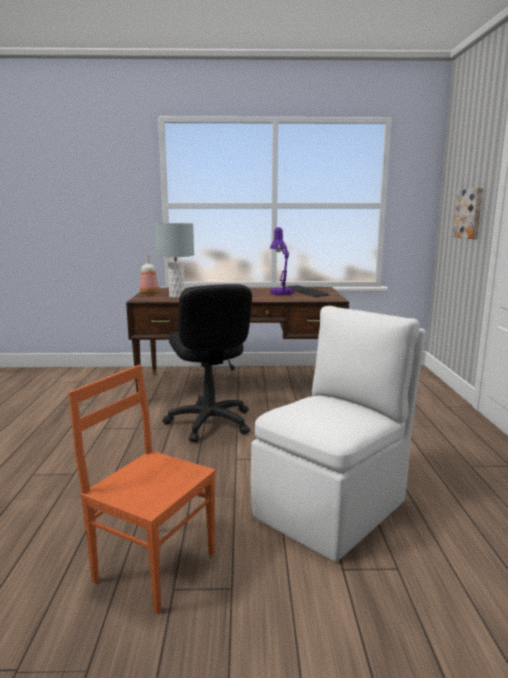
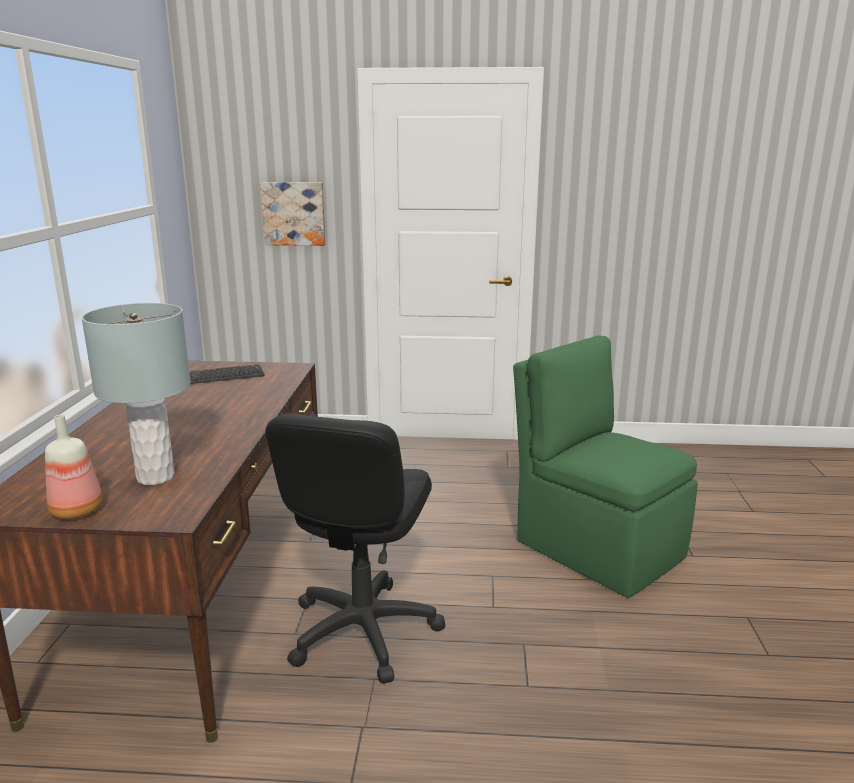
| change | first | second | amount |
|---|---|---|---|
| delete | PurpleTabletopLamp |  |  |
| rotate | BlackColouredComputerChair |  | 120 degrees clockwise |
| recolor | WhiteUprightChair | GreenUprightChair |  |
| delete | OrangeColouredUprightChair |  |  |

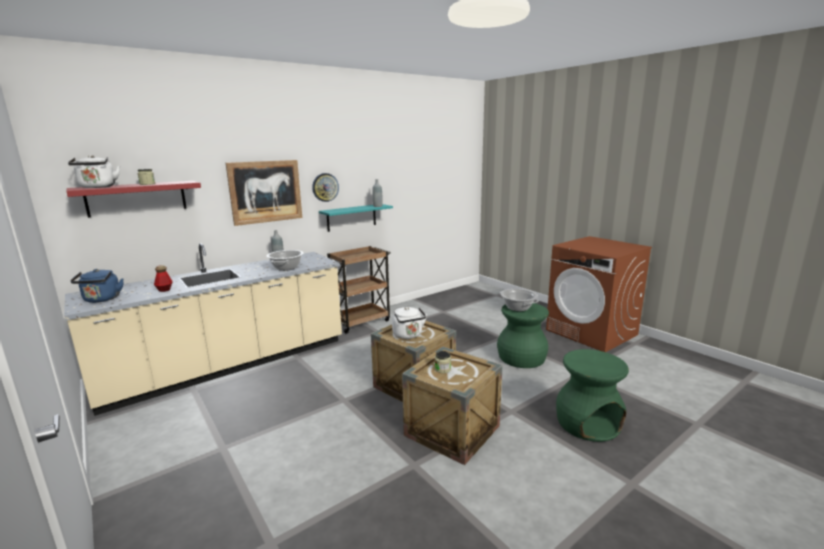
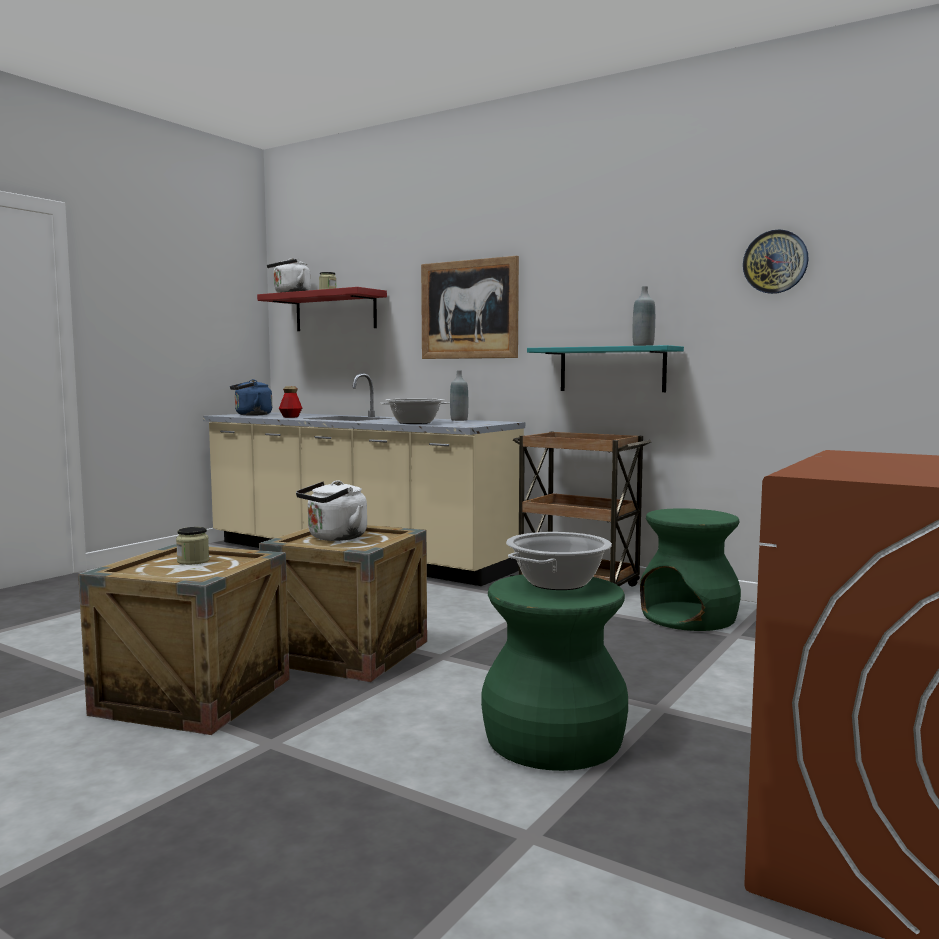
| change | first | second | amount |
|---|---|---|---|
| move | WallClock |  |  |
| move | GreenStool (2nd from left) |  |  |

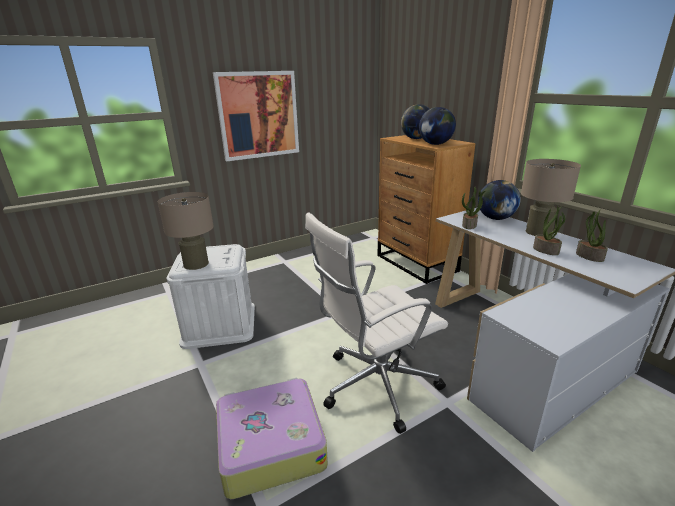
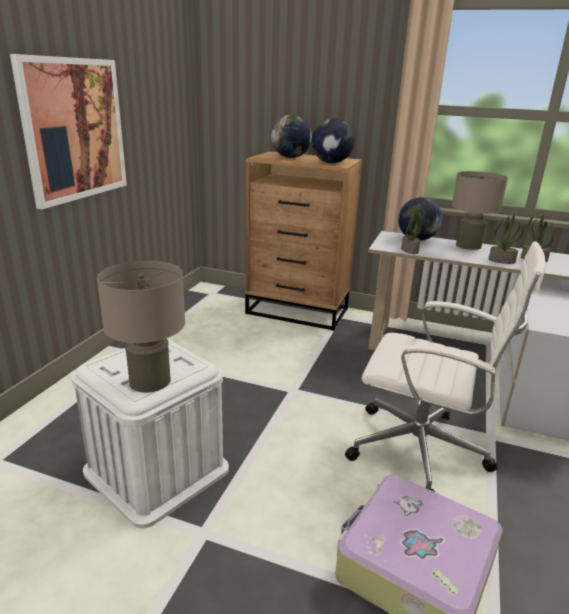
| change | first | second | amount |
|---|---|---|---|
| rotate | WhiteComputerChair |  | 90 degrees counterclockwise |

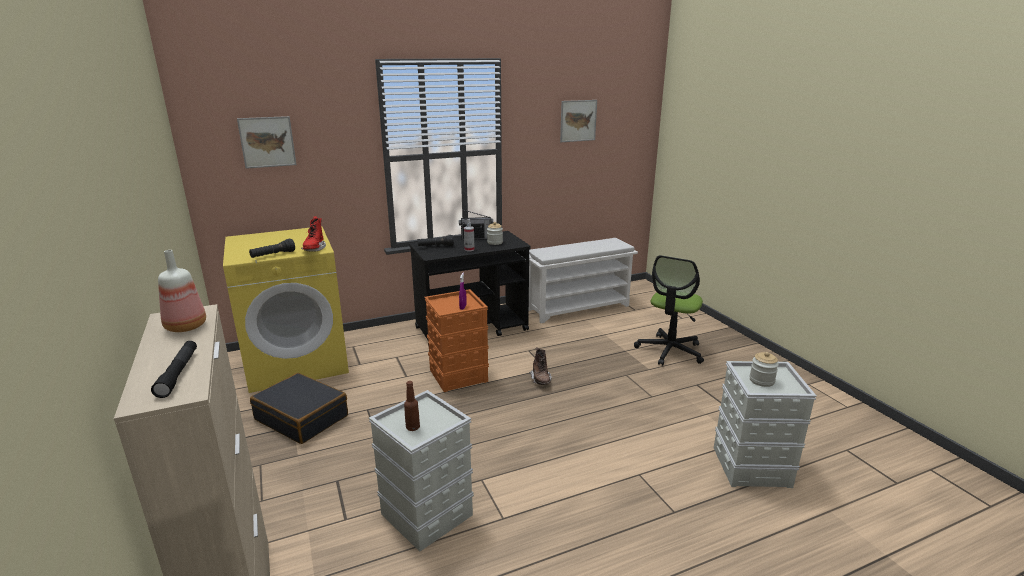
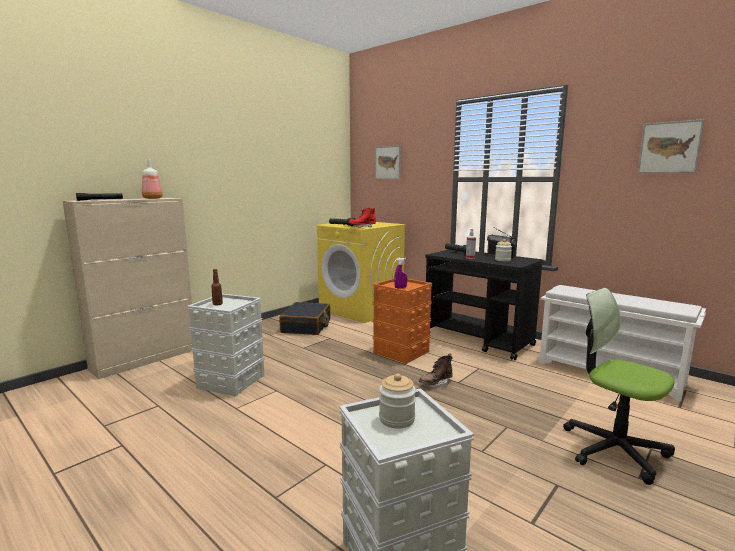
| change | first | second | amount |
|---|---|---|---|
| rotate | ComputerChair |  | 45 degrees clockwise |

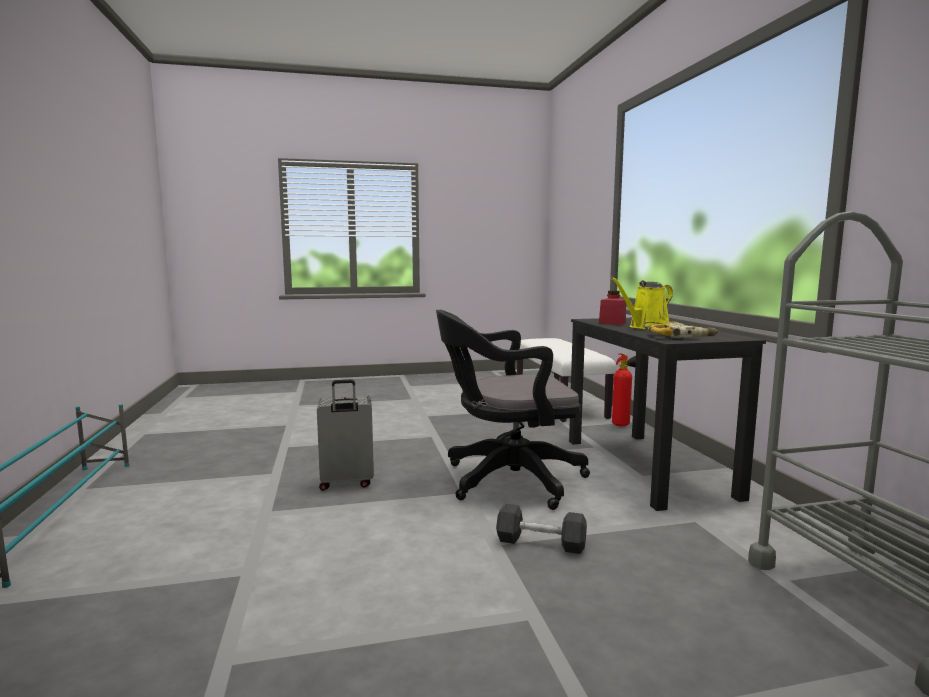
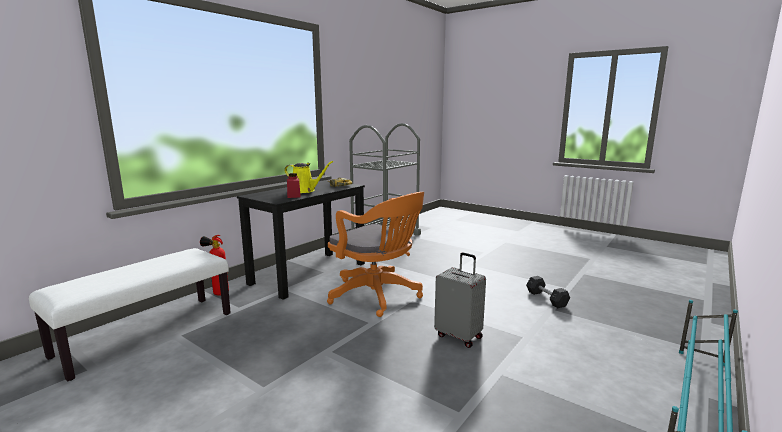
| change | first | second | amount |
|---|---|---|---|
| recolor | BlackColouredComputerChair | OrangeColouredComputerChair |  |
| move | GrayDumbbell |  |  |

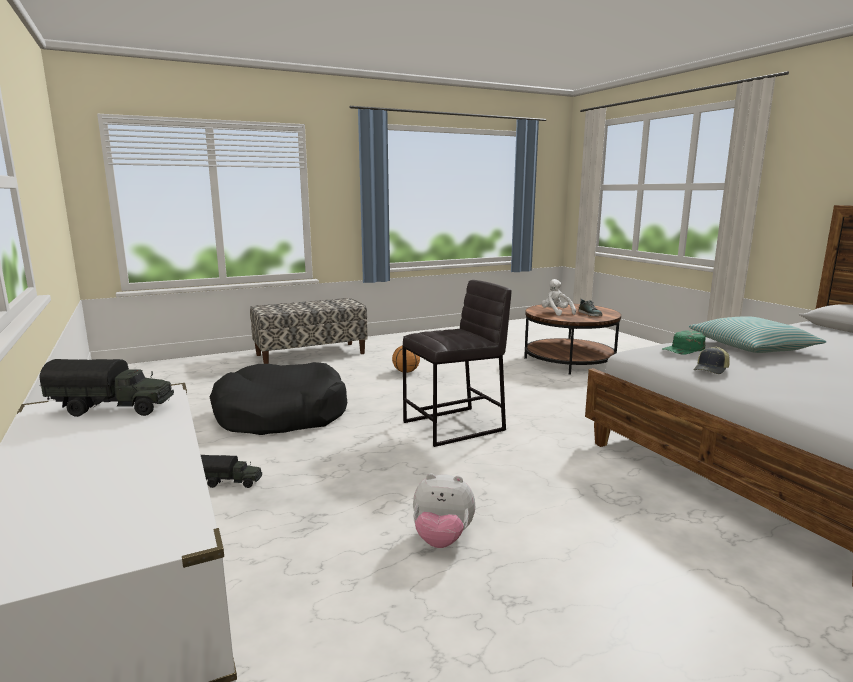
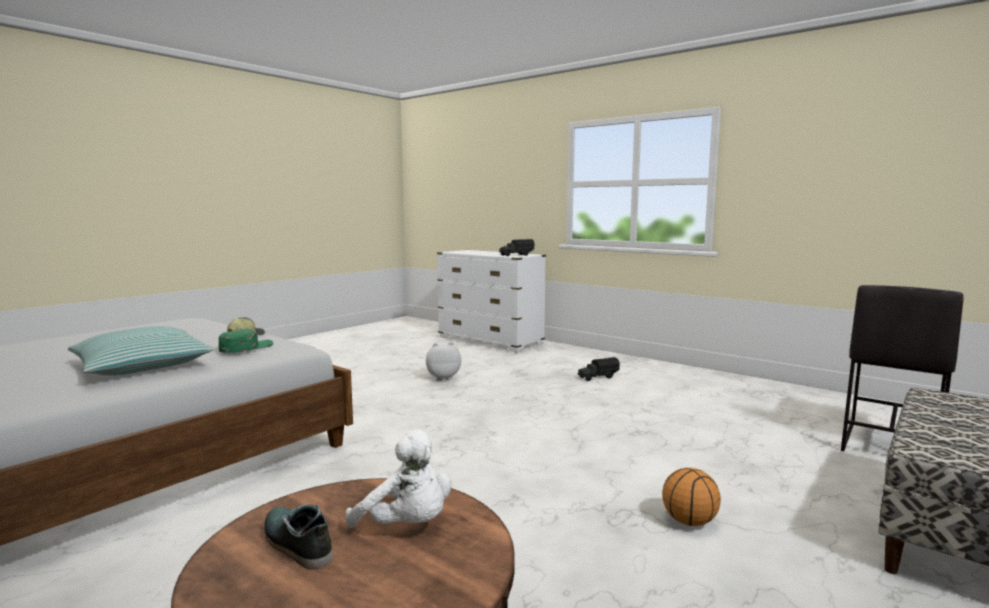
| change | first | second | amount |
|---|---|---|---|
| move | GrayStool |  |  |
| delete | BlackColouredDogCushion |  |  |

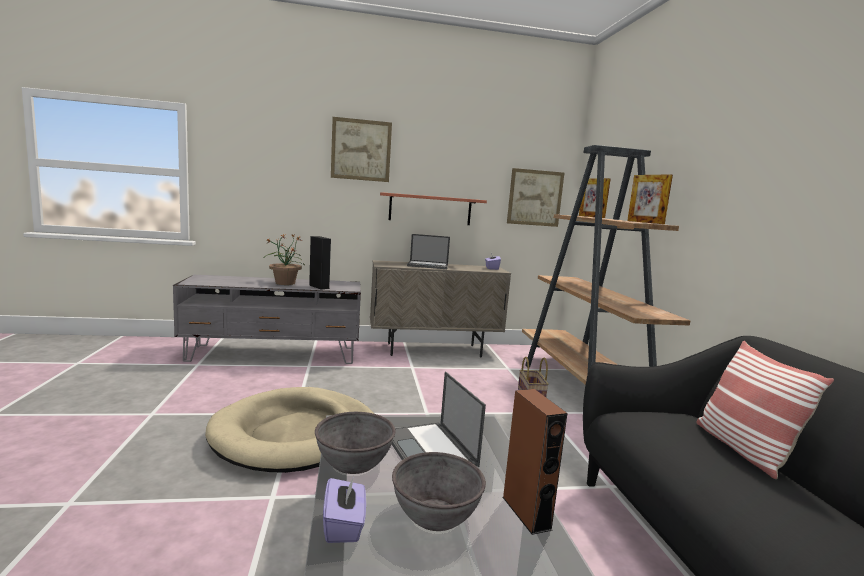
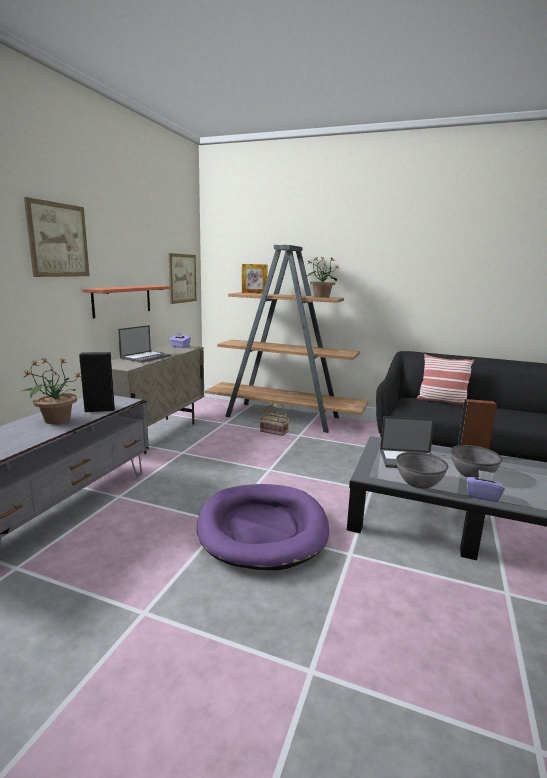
| change | first | second | amount |
|---|---|---|---|
| replace | PictureFrame (2nd from left) | PlantInAPot (2nd from left) |  |
| recolor | BeigeColouredDogCushion | PurpleDogCushion |  |

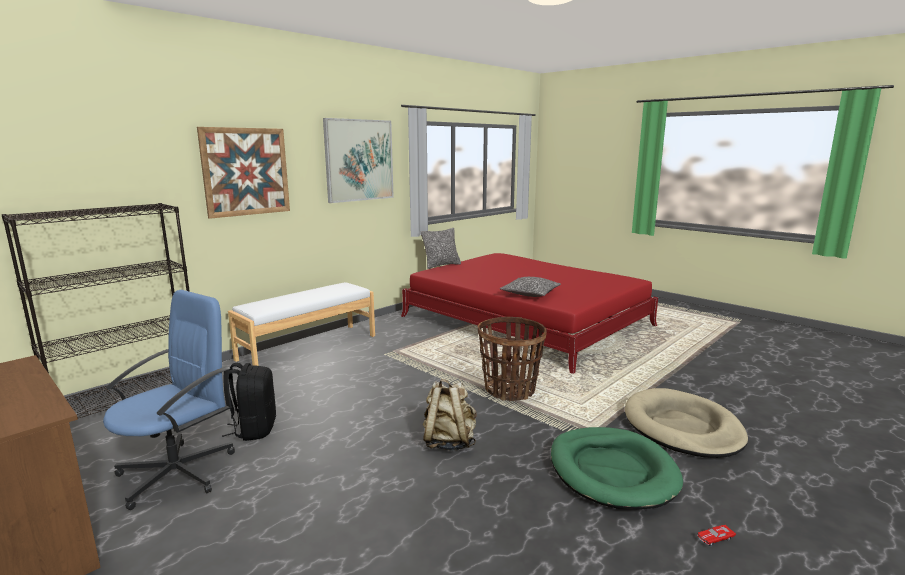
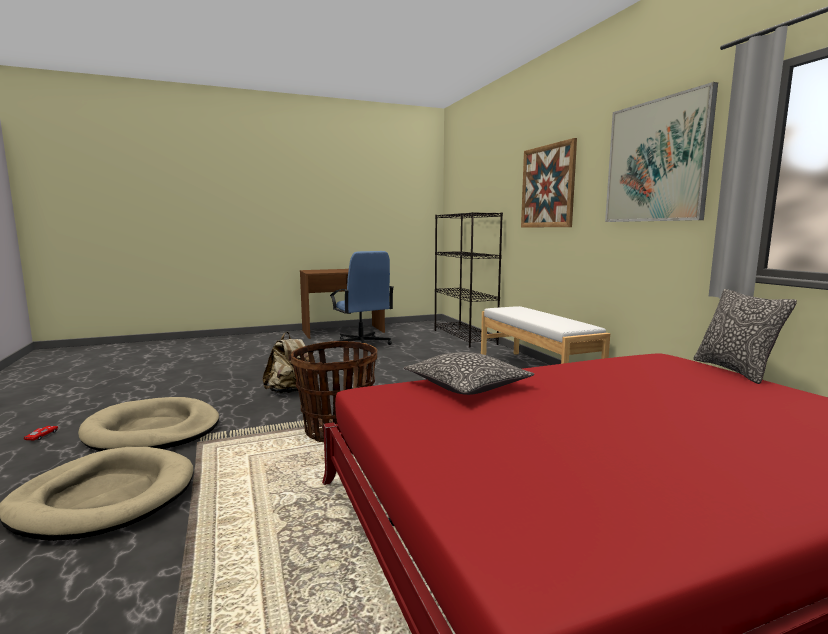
| change | first | second | amount |
|---|---|---|---|
| delete | BlackColouredRucksack |  |  |
| recolor | GreenDogCushion | BeigeColouredDogCushion (2nd from left) |  |

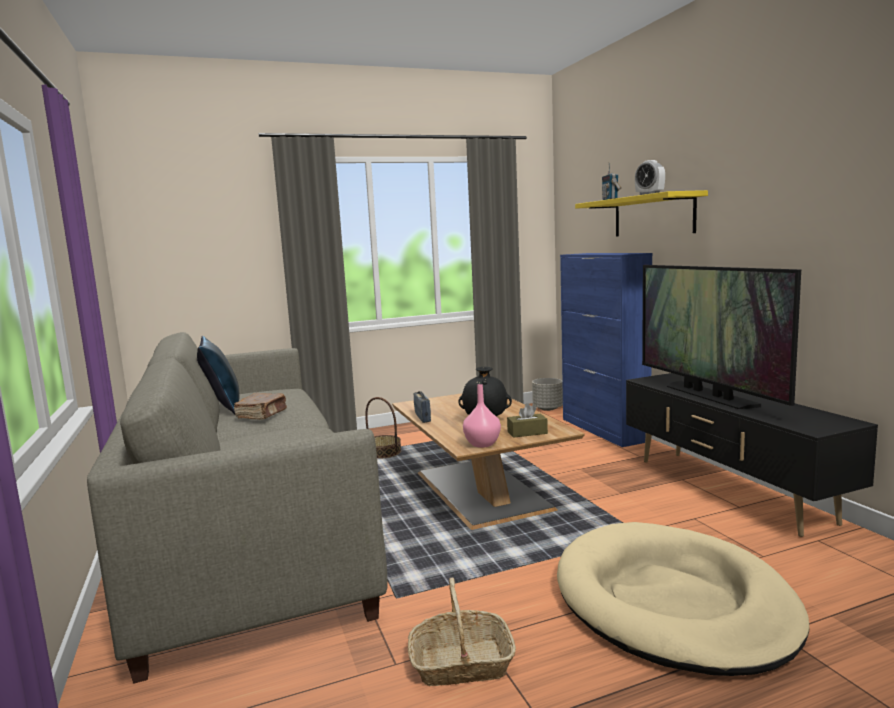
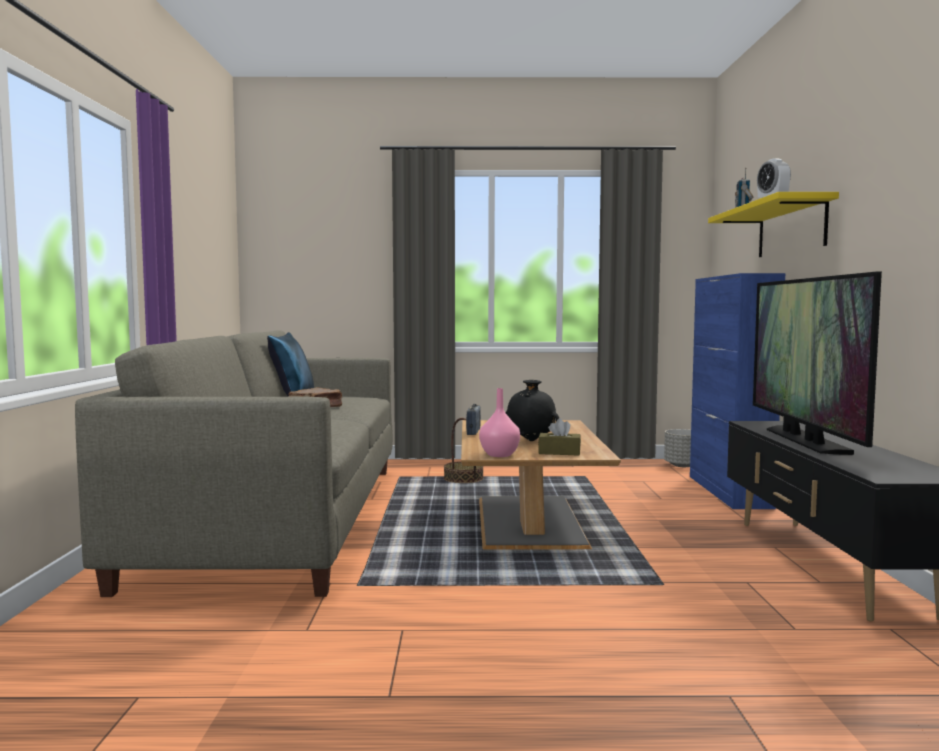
| change | first | second | amount |
|---|---|---|---|
| delete | BeigeColouredDogCushion |  |  |
| delete | StorageBasket (2nd from left) |  |  |

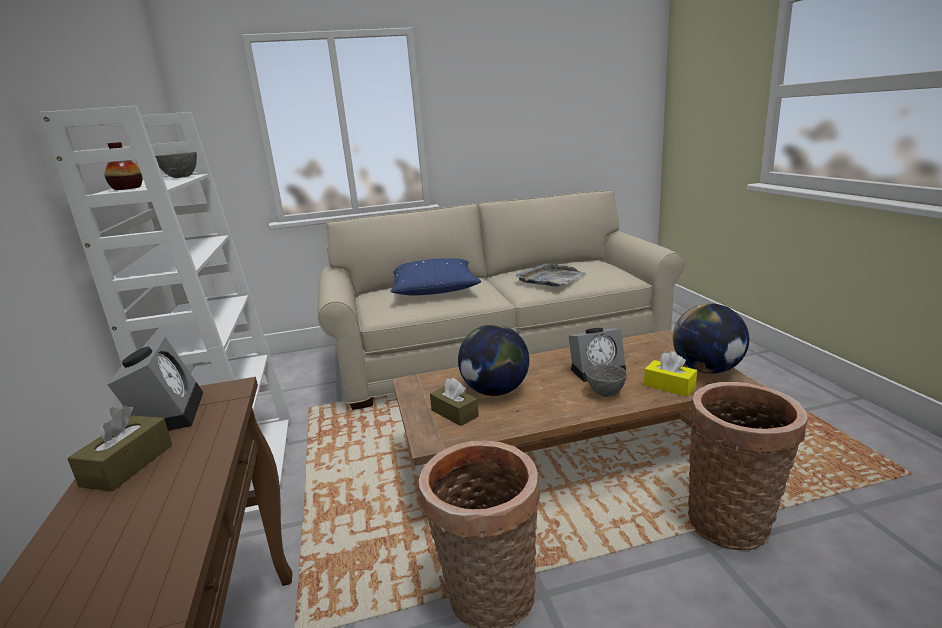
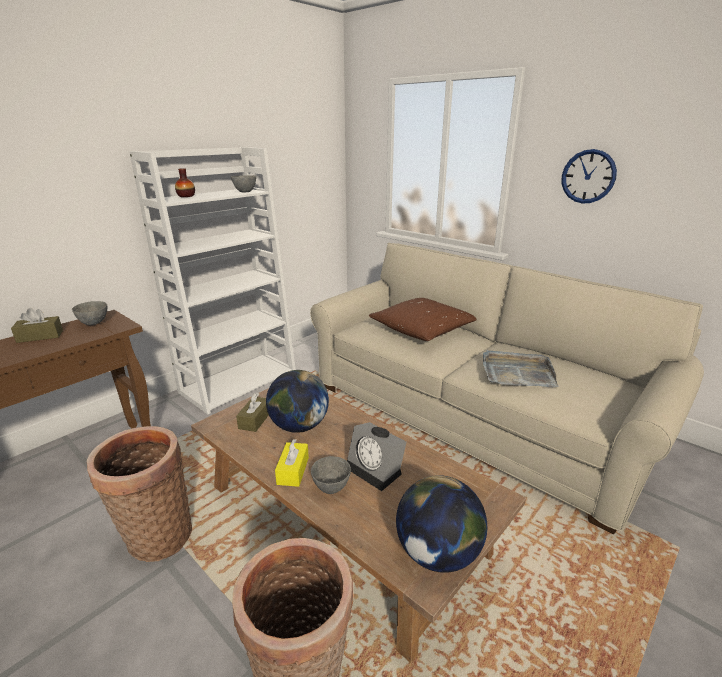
| change | first | second | amount |
|---|---|---|---|
| recolor | BluishPillow | BrownColouredPillow |  |
| replace | AlarmClock (1st from left) | GrayServingBowl (1st from left) |  |
| move | YellowishTissueHolder |  |  |
| insert |  | WallClock |  |

